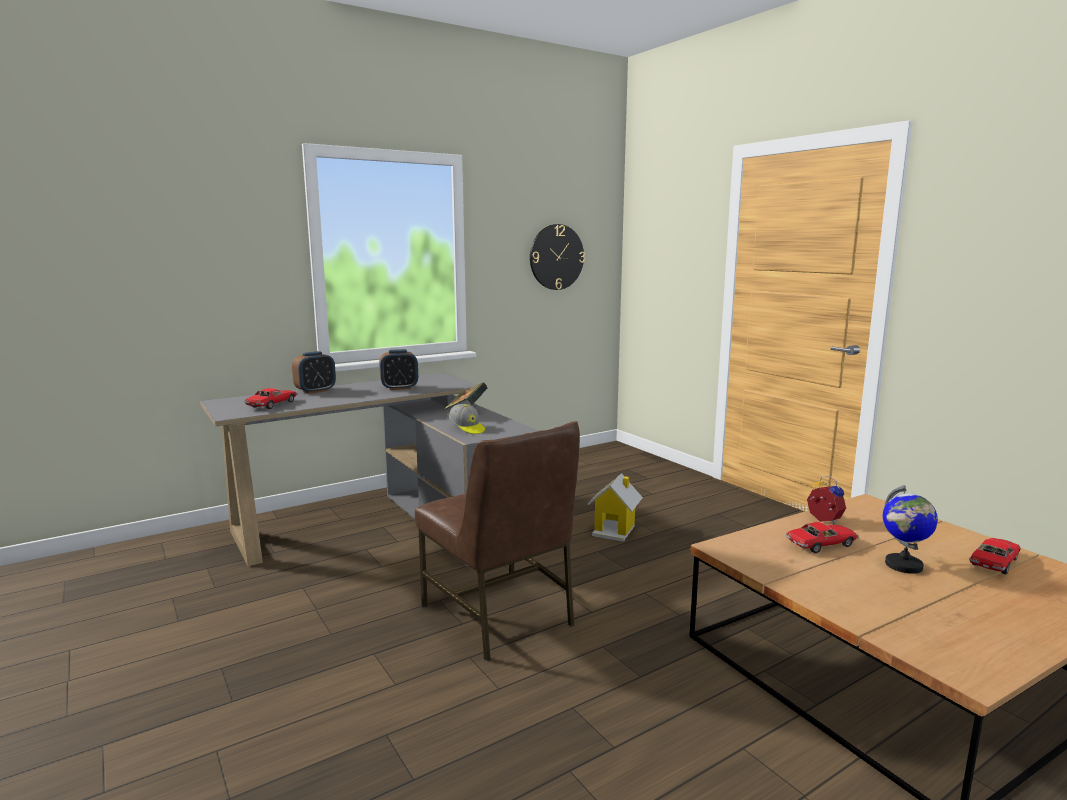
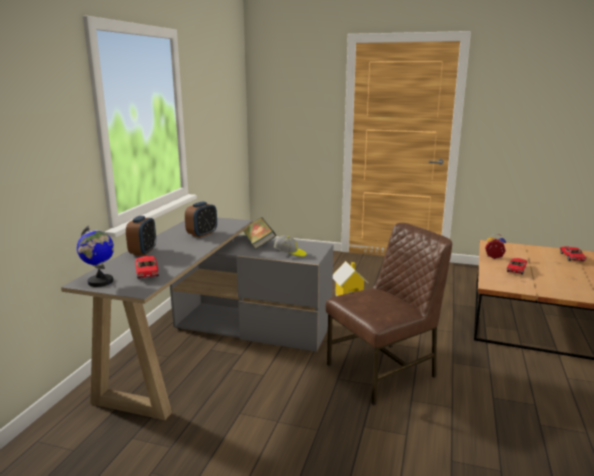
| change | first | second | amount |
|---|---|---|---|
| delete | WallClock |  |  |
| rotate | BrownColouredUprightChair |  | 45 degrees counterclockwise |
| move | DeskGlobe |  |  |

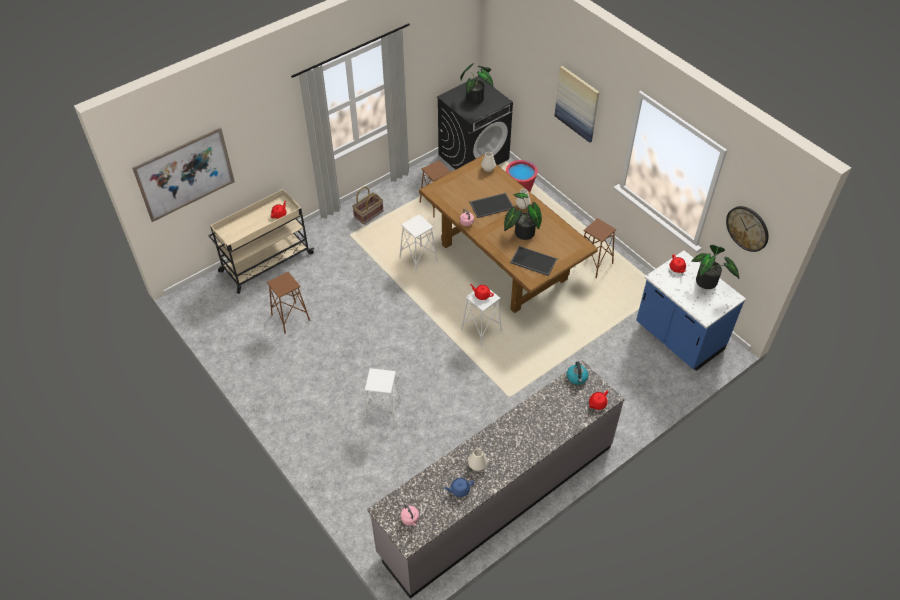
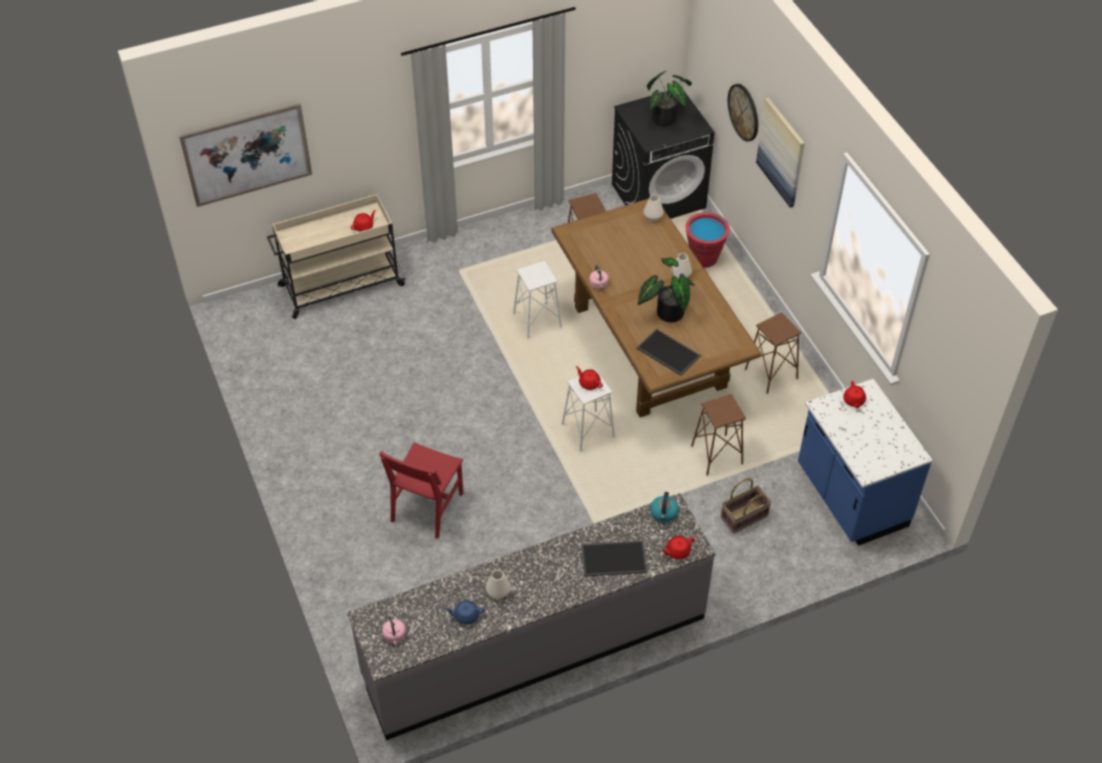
| change | first | second | amount |
|---|---|---|---|
| move | StorageBasket |  |  |
| move | CarryingTray (1st from left) |  |  |
| move | WallClock |  |  |
| delete | PlantInAPot (3rd from left) |  |  |
| move | BrownColouredStool (1st from left in the first image) | BrownColouredStool (2nd from left) |  |
| replace | WhiteStool (1st from left) | RedUprightChair |  |

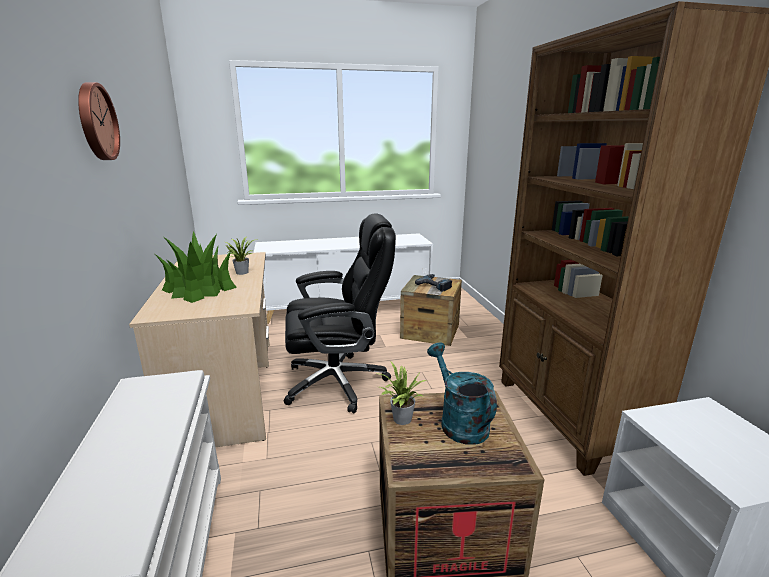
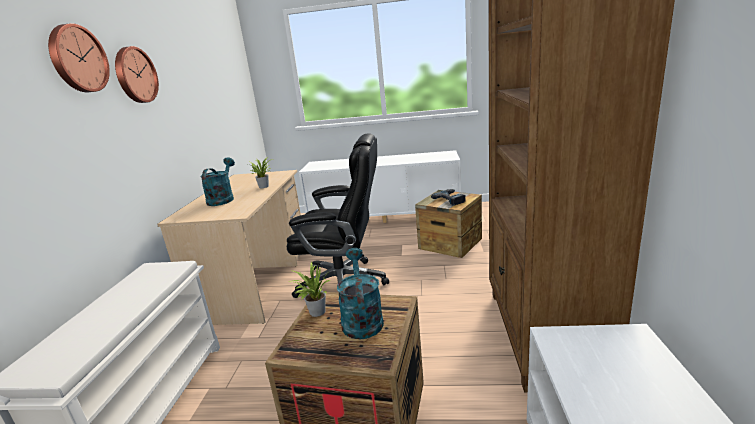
| change | first | second | amount |
|---|---|---|---|
| replace | PlantInAPot (1st from left) | BlueGreenWateringCan (1st from left) |  |
| insert |  | WallClock (1st from left) |  |

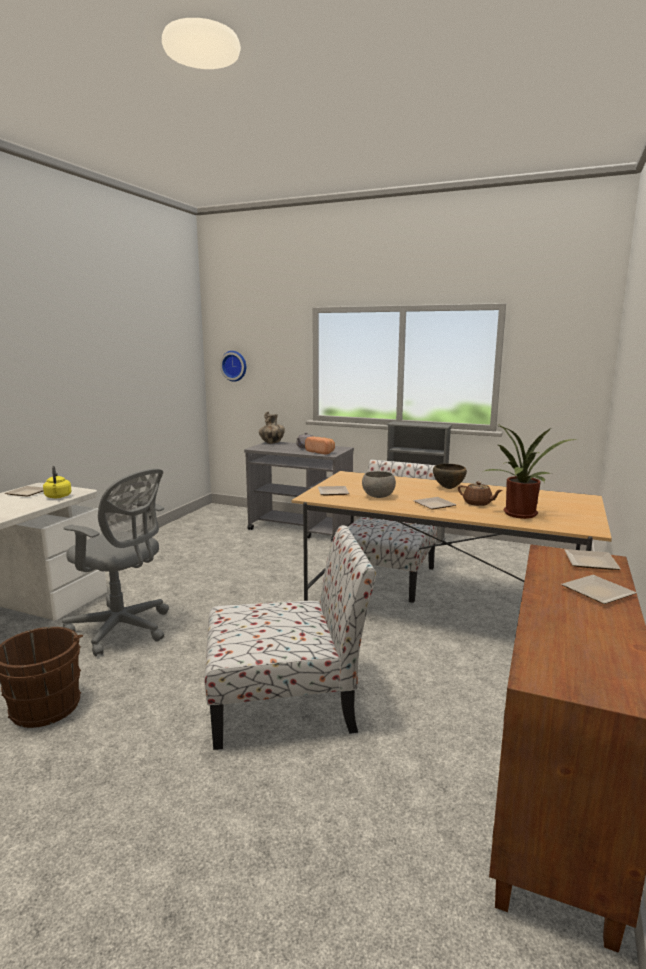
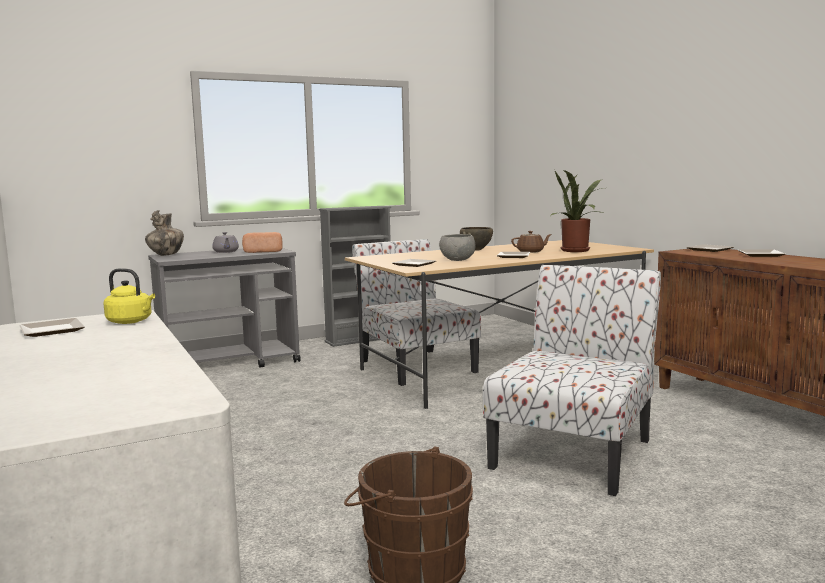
| change | first | second | amount |
|---|---|---|---|
| delete | WallClock |  |  |
| delete | GrayComputerChair |  |  |

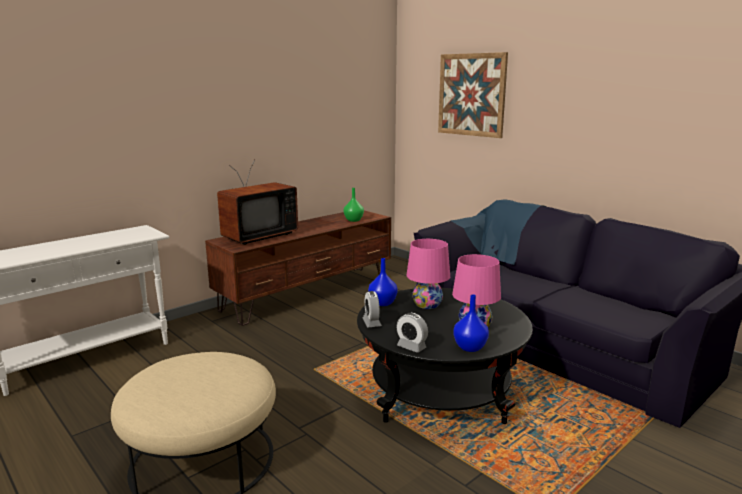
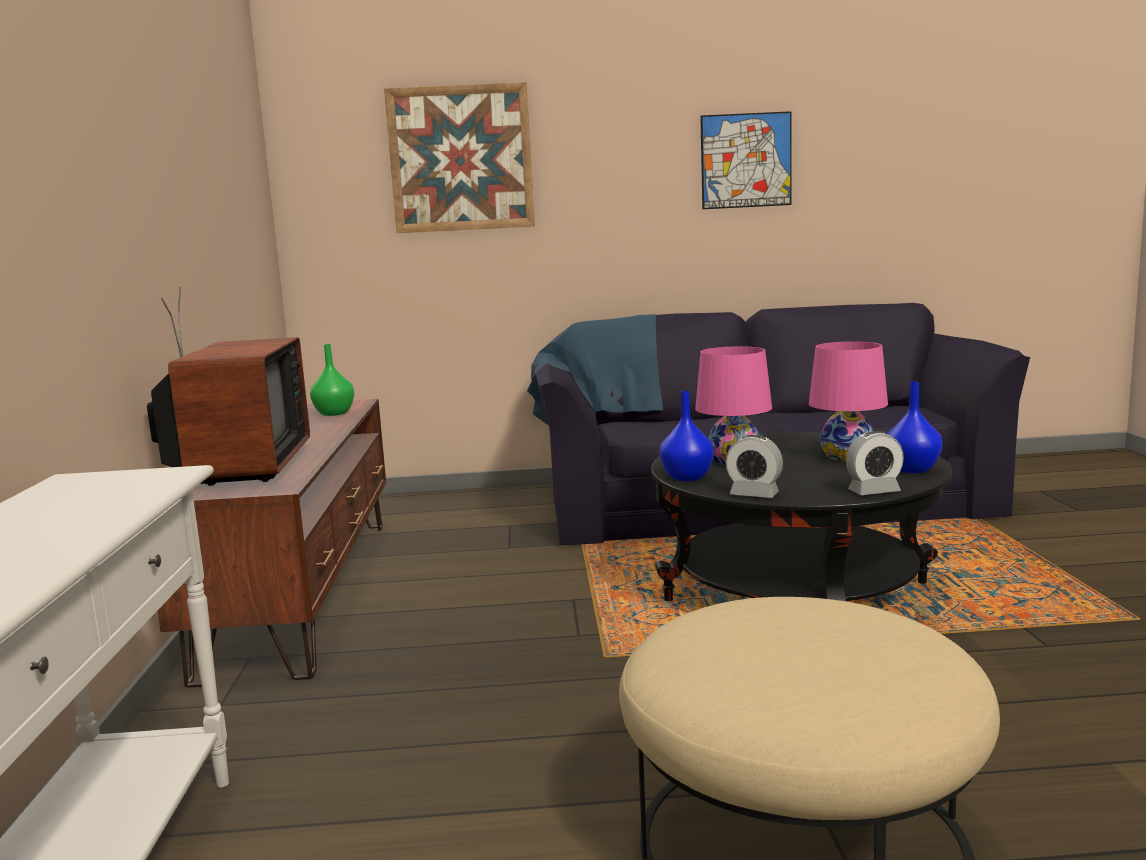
| change | first | second | amount |
|---|---|---|---|
| insert |  | WallPicture (2nd from left) |  |

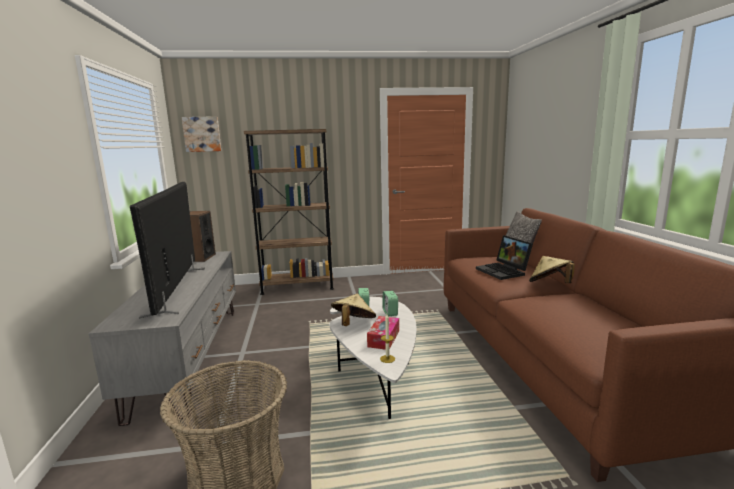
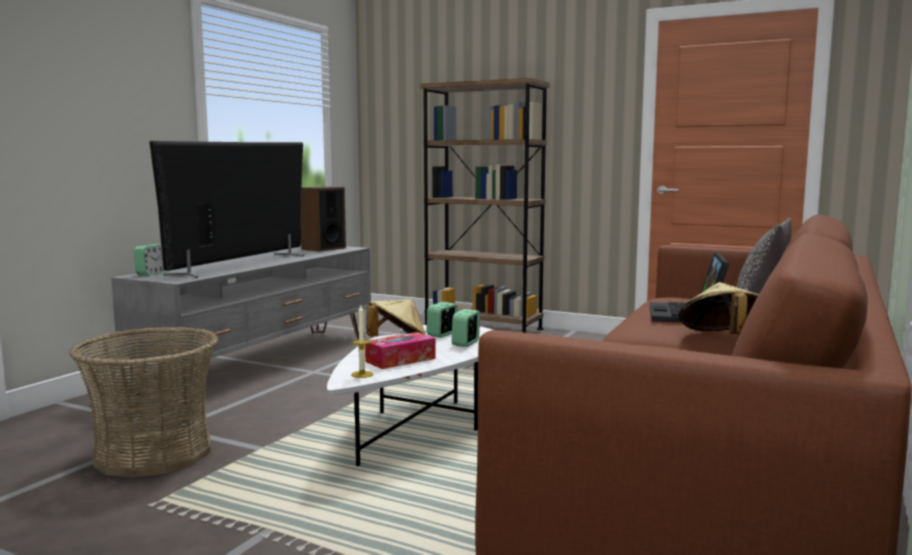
| change | first | second | amount |
|---|---|---|---|
| delete | WallPicture |  |  |
| insert |  | AlarmClock (1st from left) |  |

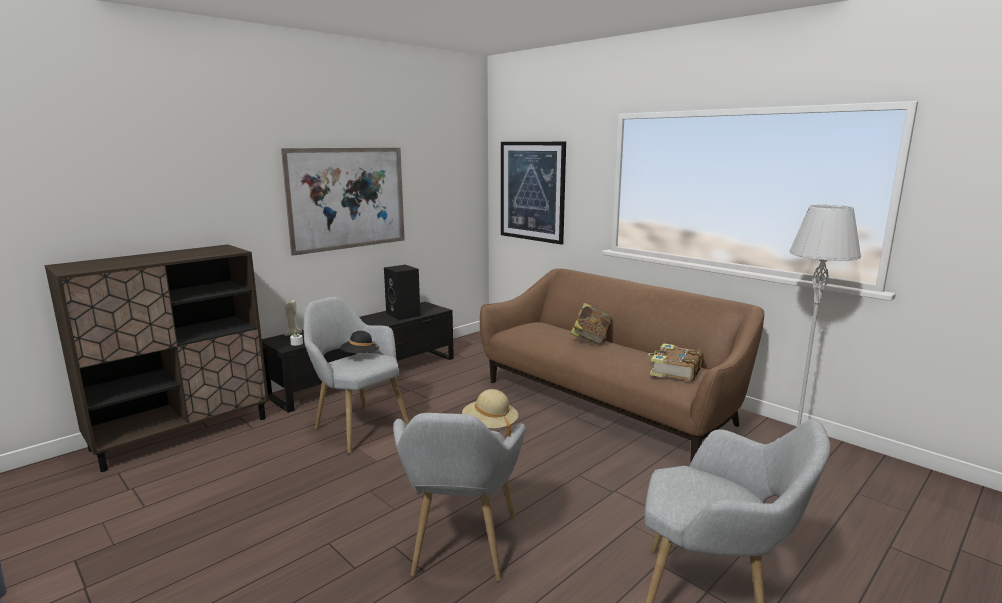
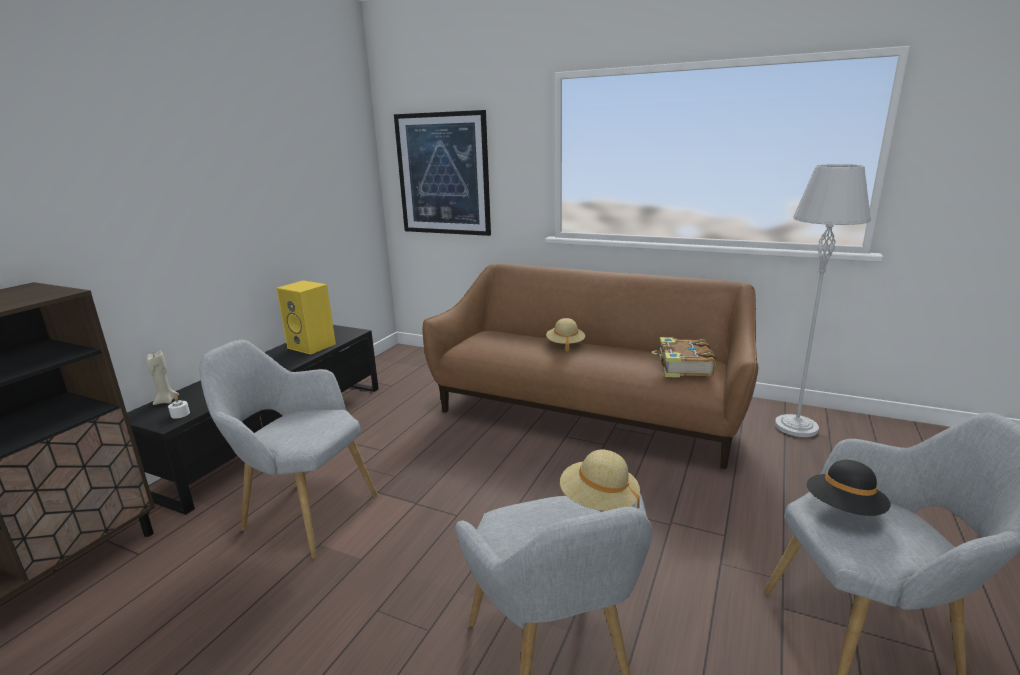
| change | first | second | amount |
|---|---|---|---|
| delete | WallPicture (1st from left) |  |  |
| recolor | BlackColouredLoudspeaker | YellowishLoudspeaker |  |
| replace | Book (1st from left) | BeigeColouredHat (1st from left) |  |
| move | BlackColouredHat |  |  |

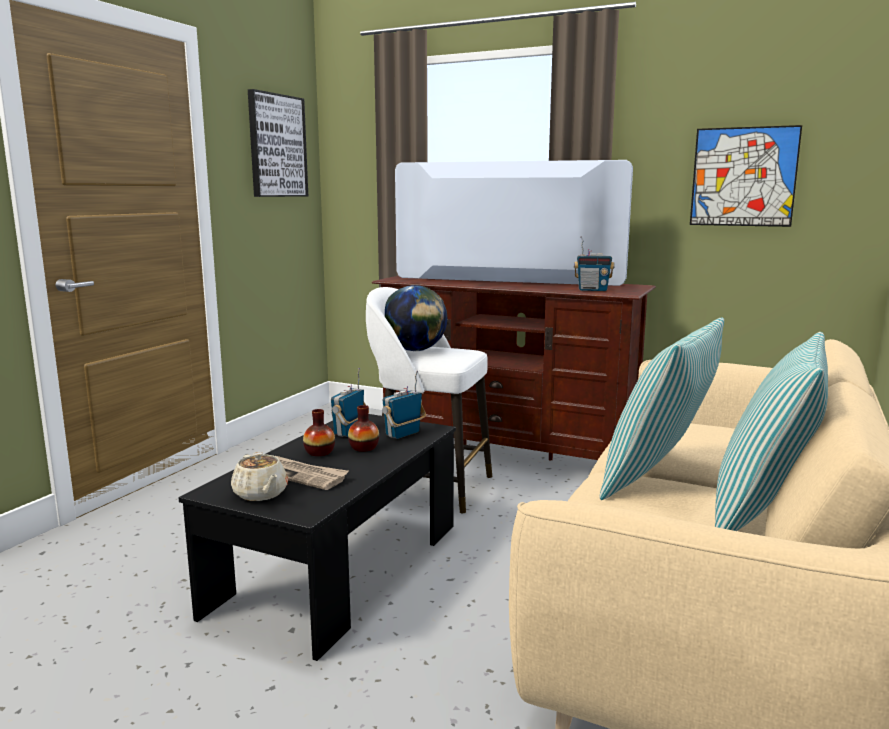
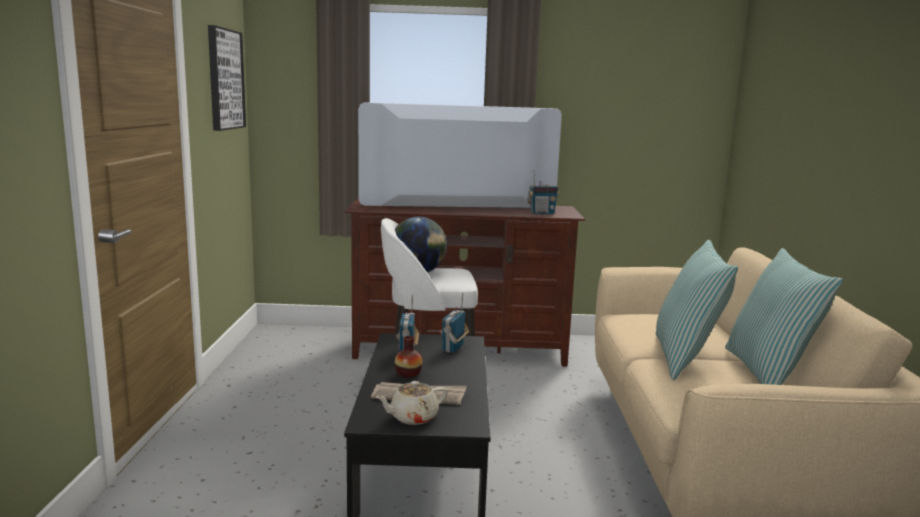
| change | first | second | amount |
|---|---|---|---|
| delete | WallPicture (2nd from left) |  |  |
| delete | FlowerVase (2nd from left) |  |  |
| rotate | BeigeColouredPotForTea |  | 120 degrees clockwise |

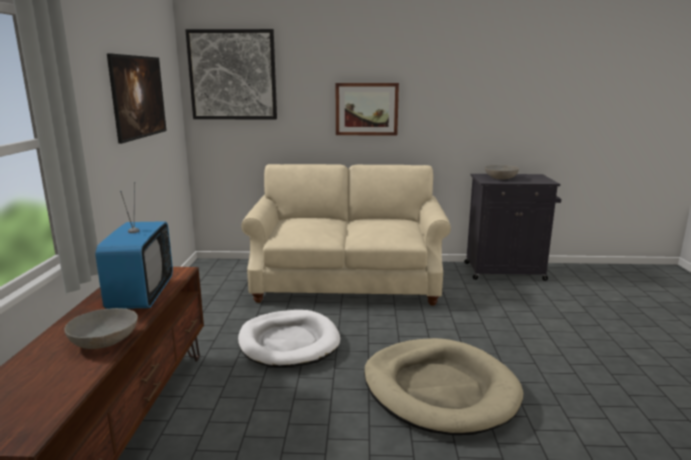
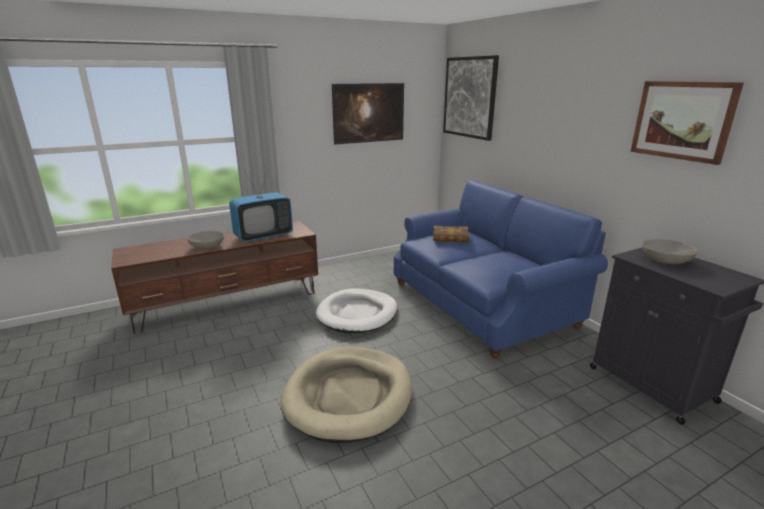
| change | first | second | amount |
|---|---|---|---|
| move | WallPicture (3rd from left) |  |  |
| recolor | BeigeColouredSettee | BluishSettee |  |
| insert |  | Book |  |

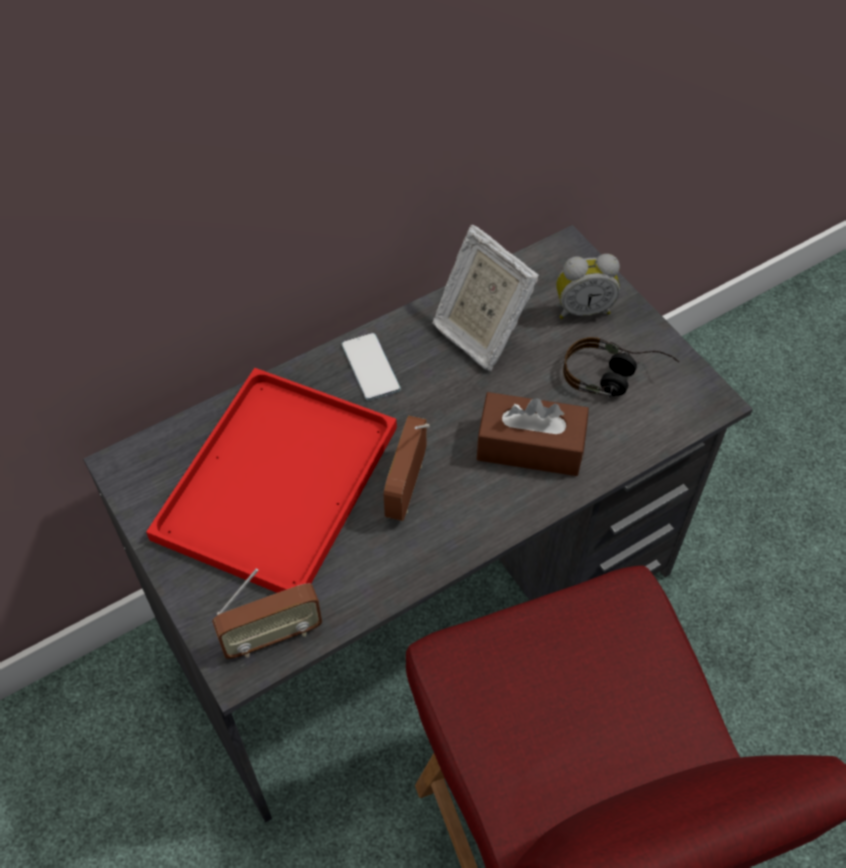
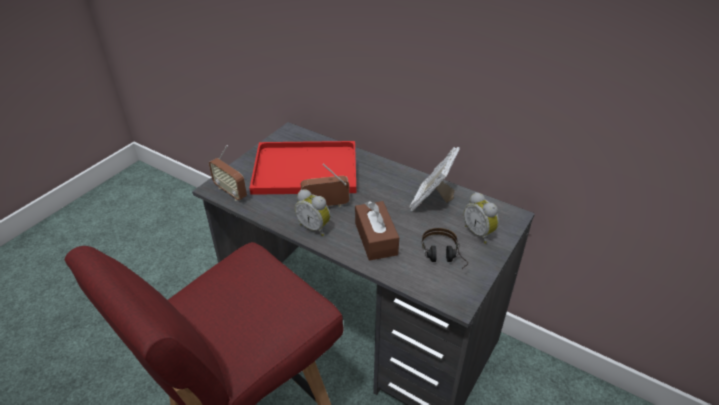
| change | first | second | amount |
|---|---|---|---|
| delete | Phone |  |  |
| insert |  | AlarmClock (1st from left) |  |

